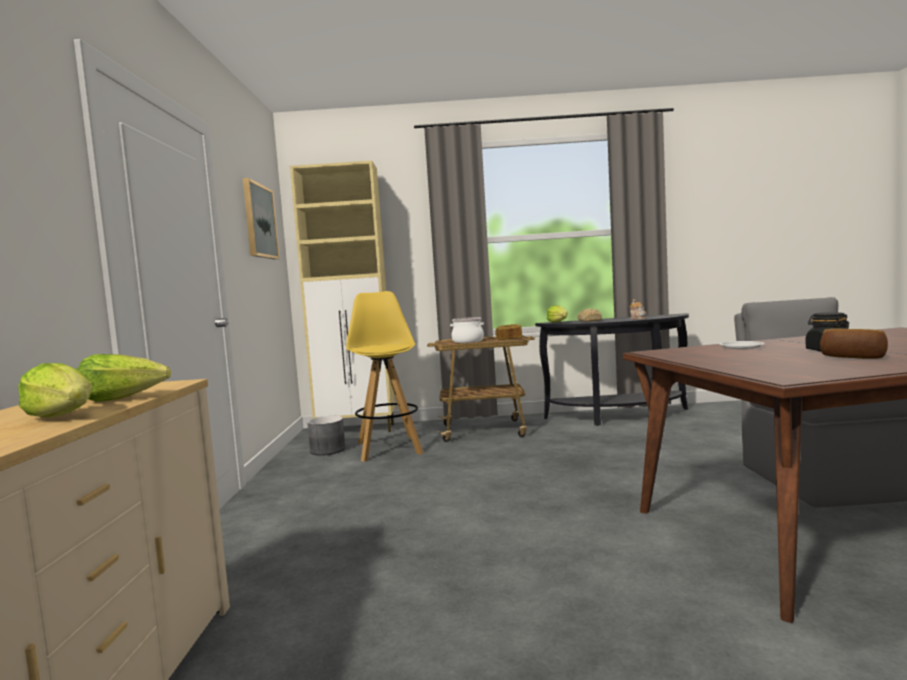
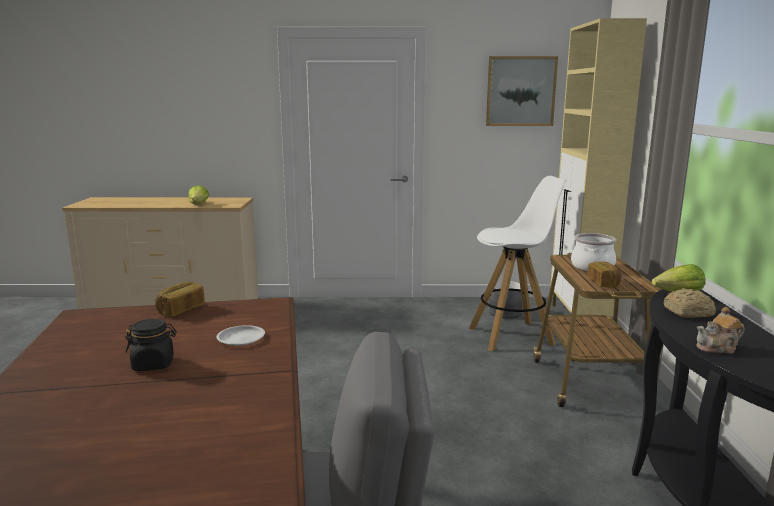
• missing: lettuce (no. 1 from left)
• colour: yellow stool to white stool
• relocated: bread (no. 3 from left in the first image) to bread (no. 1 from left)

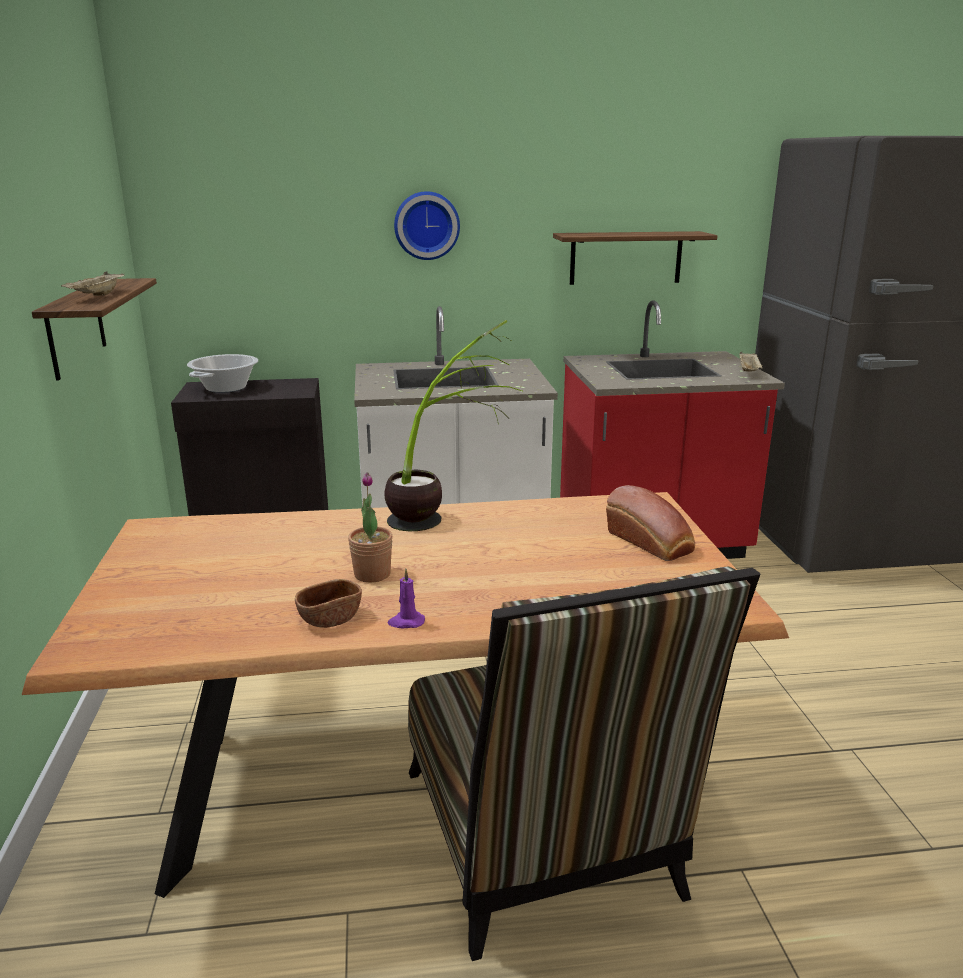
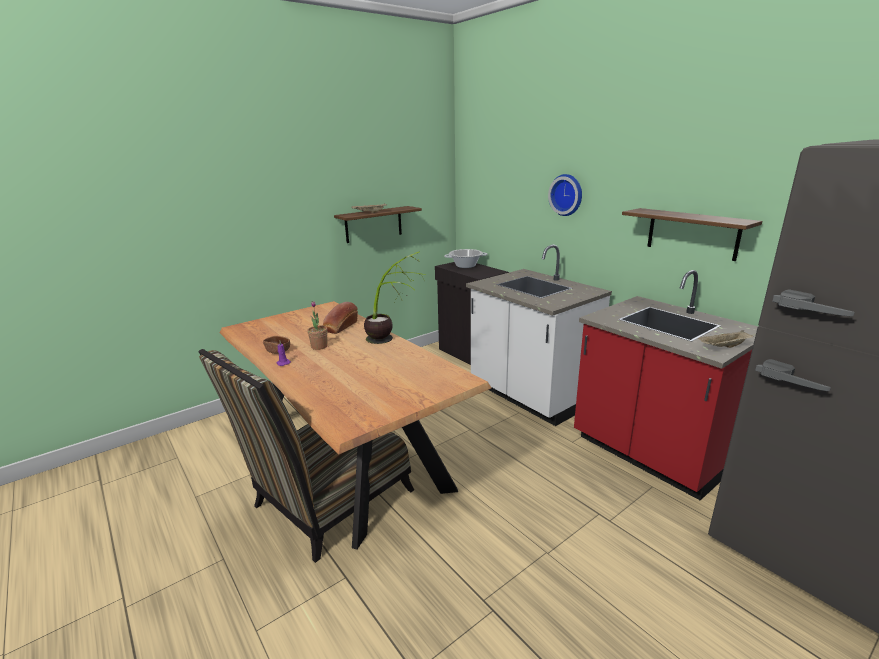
• relocated: bread

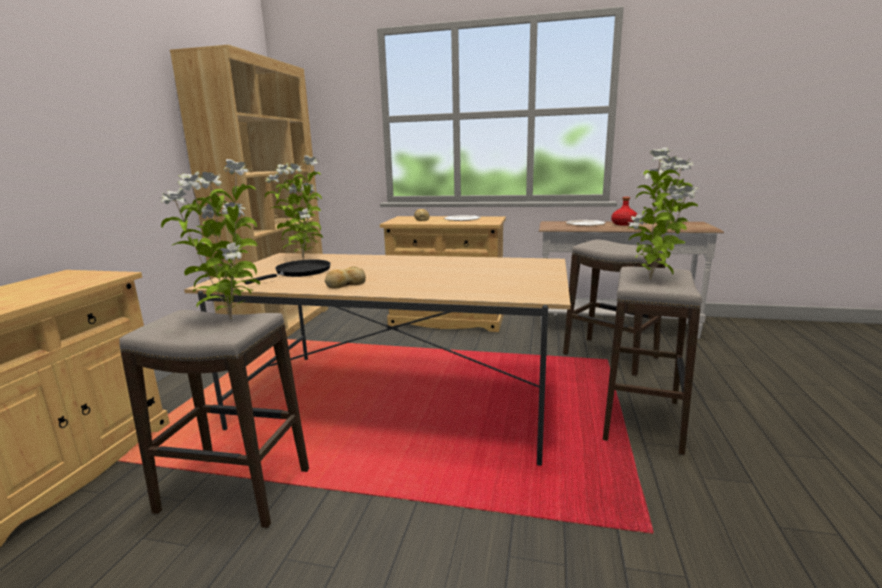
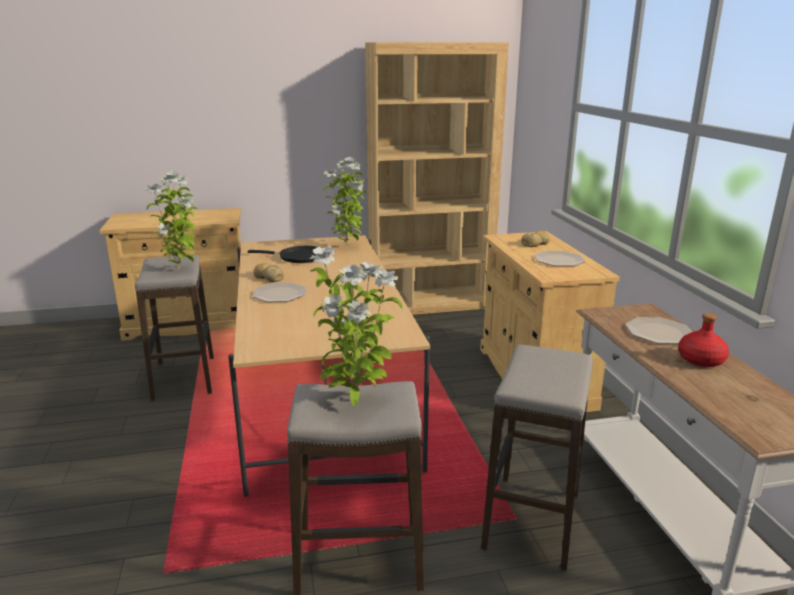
• appeared: plate (no. 1 from left)

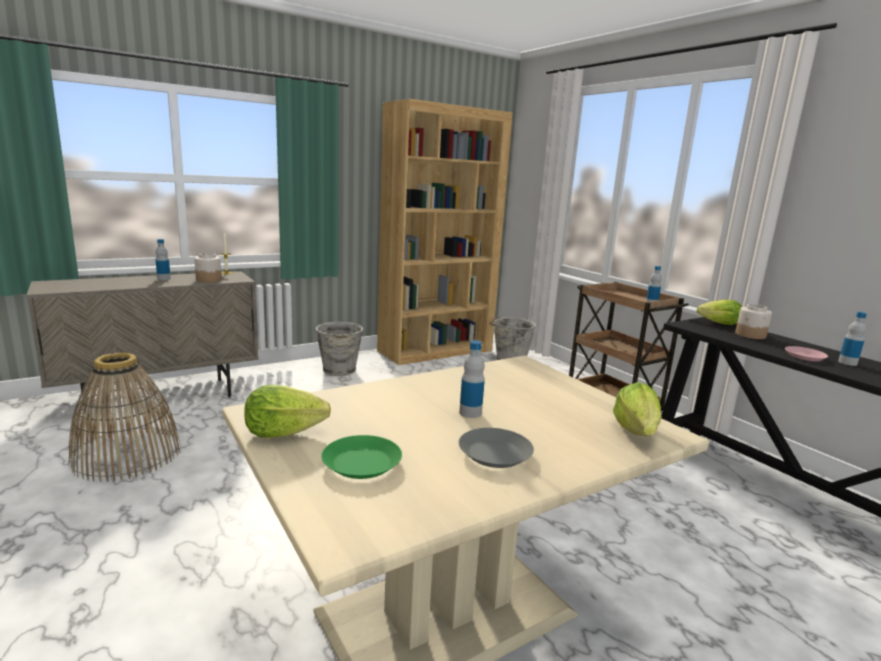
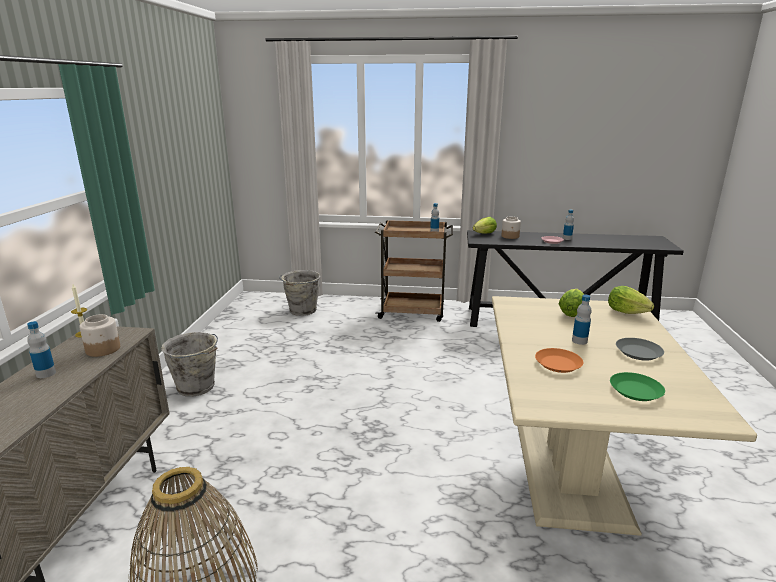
• relocated: lettuce (no. 1 from left in the first image) to lettuce (no. 2 from left)
• missing: brown bookcase
• appeared: orange plate

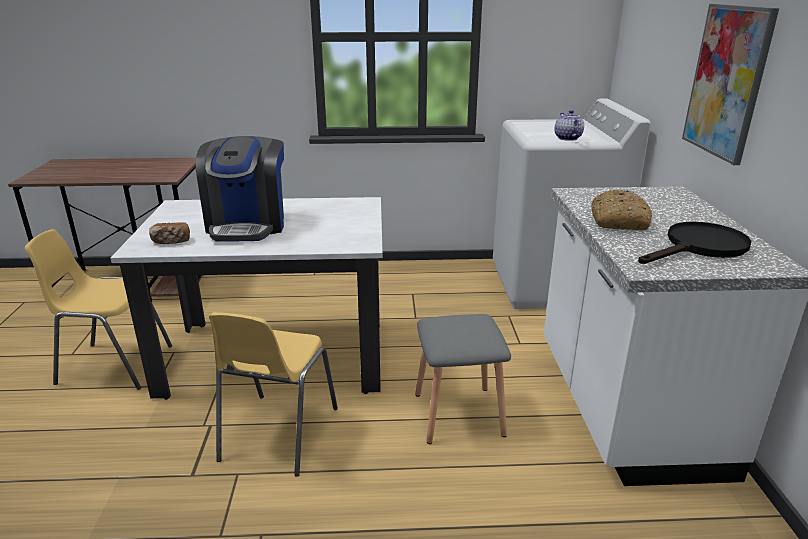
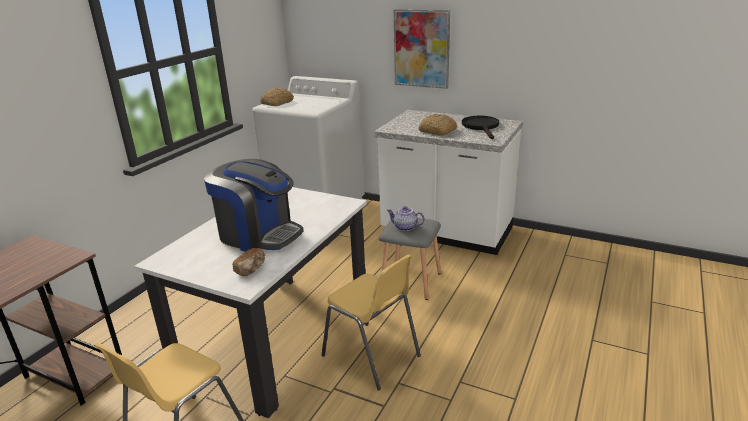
• relocated: teapot
• appeared: bread (no. 2 from left)

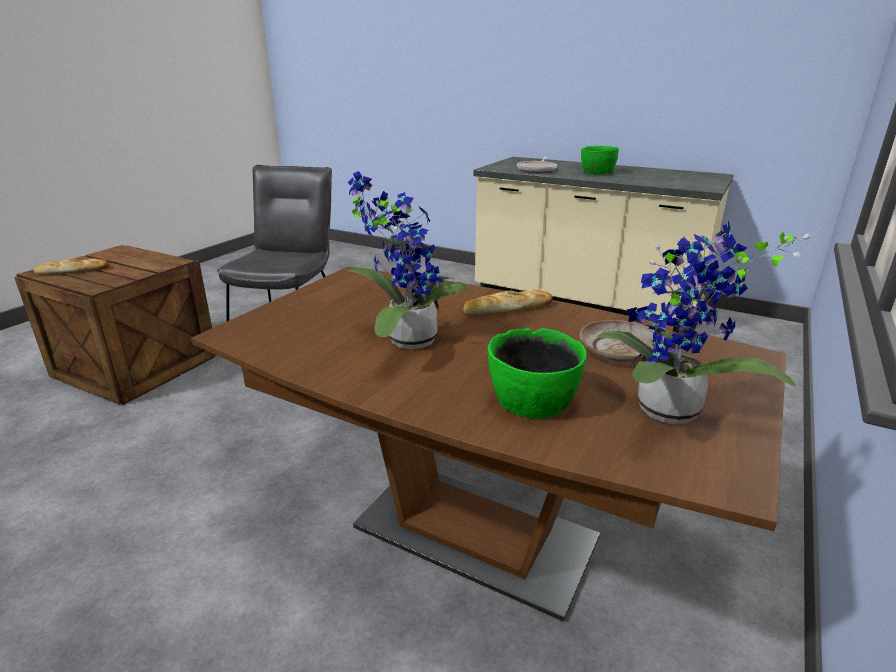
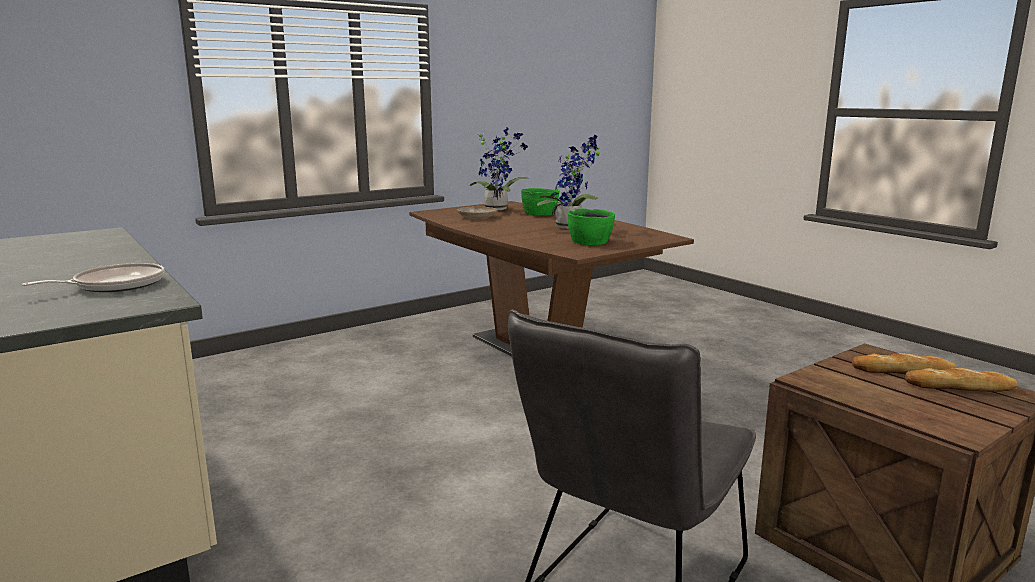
• relocated: bread (no. 2 from left in the first image) to bread (no. 1 from left)
• relocated: green bowl (no. 2 from left)

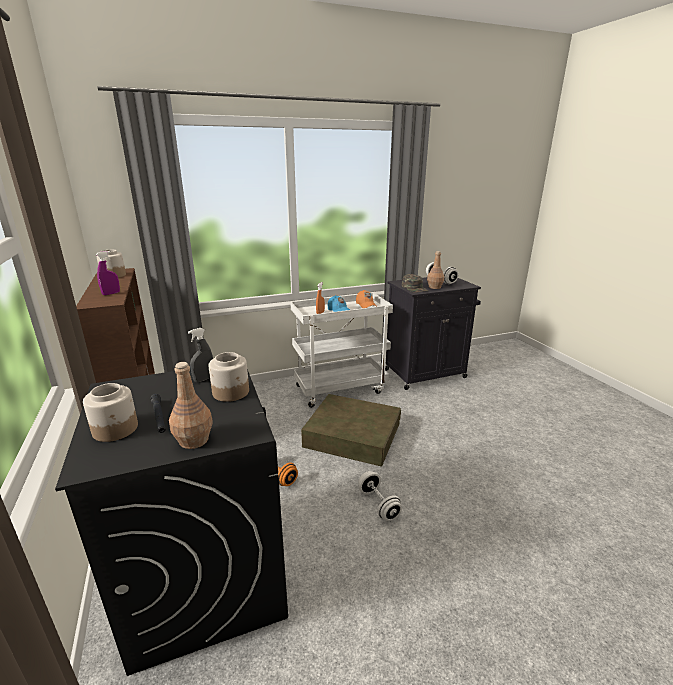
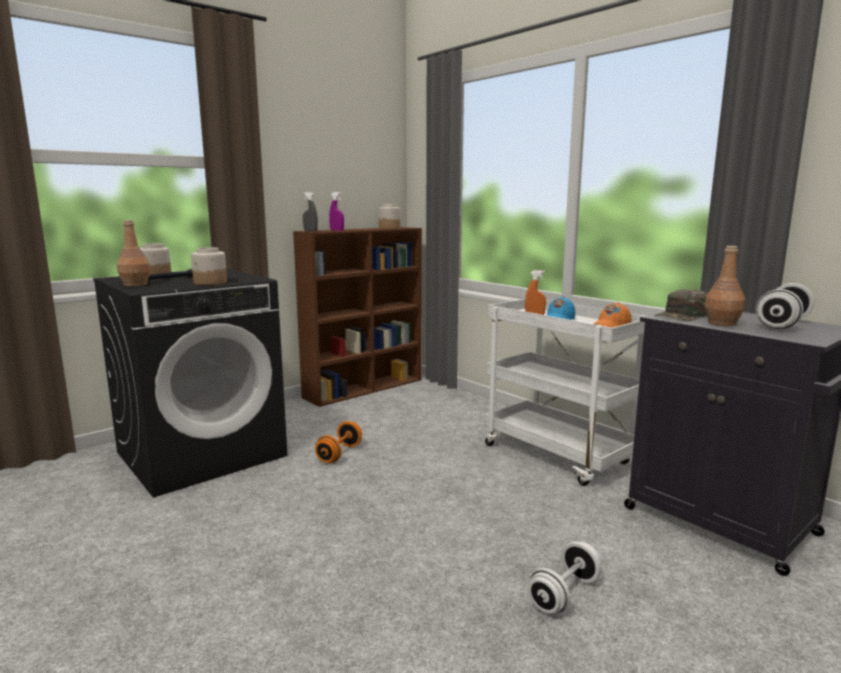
• relocated: grey spray bottle
• missing: brown storage box
• relocated: white dumbbell (no. 1 from left)

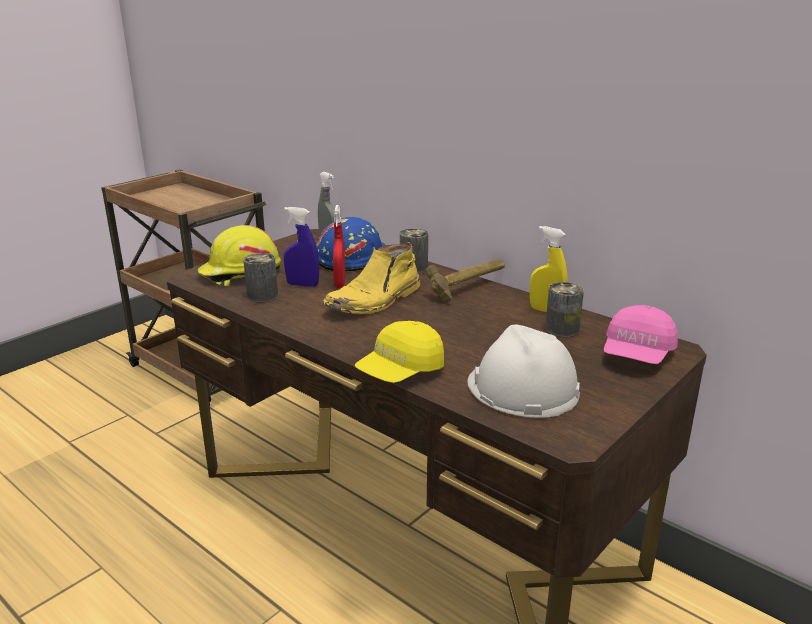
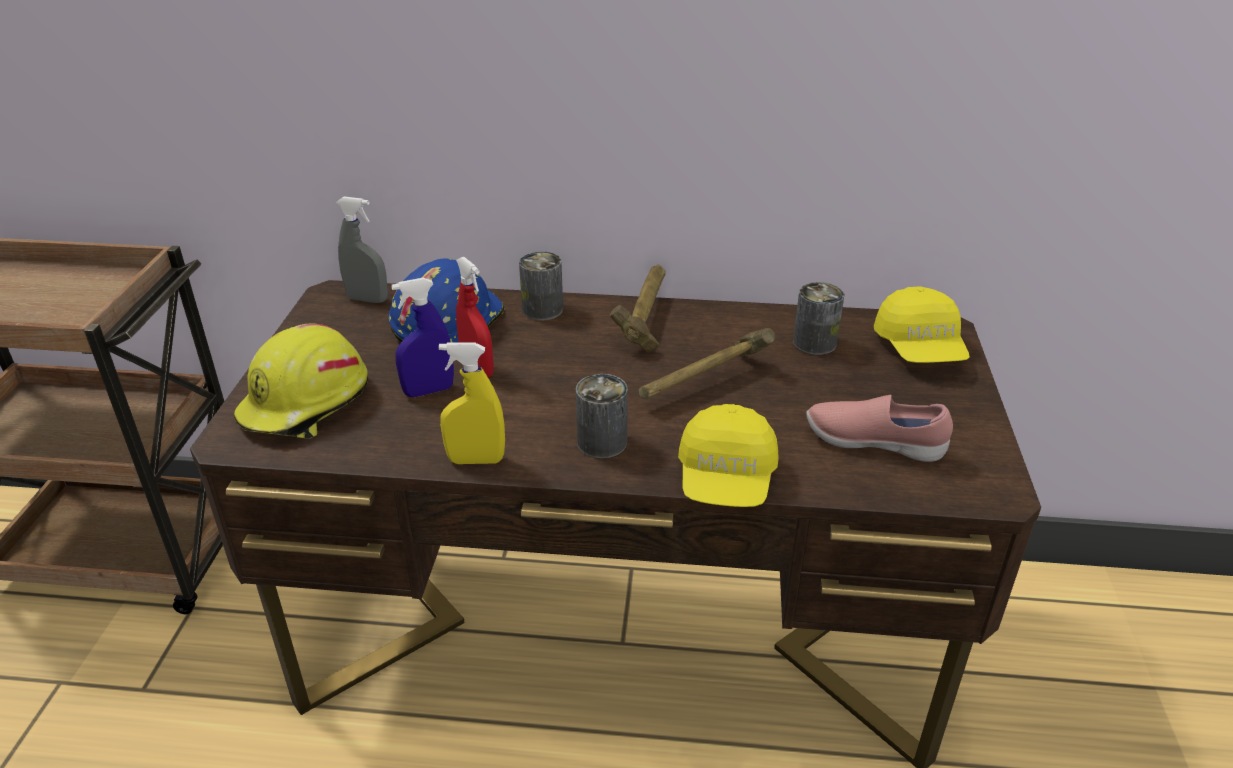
• relocated: can (no. 1 from left in the first image) to can (no. 2 from left)
• missing: yellow boot
• exchanged: white hard hat to pink shoe
• relocated: yellow spray bottle
• colour: pink cap to yellow cap (no. 2 from left)
• appeared: hammer (no. 2 from left)

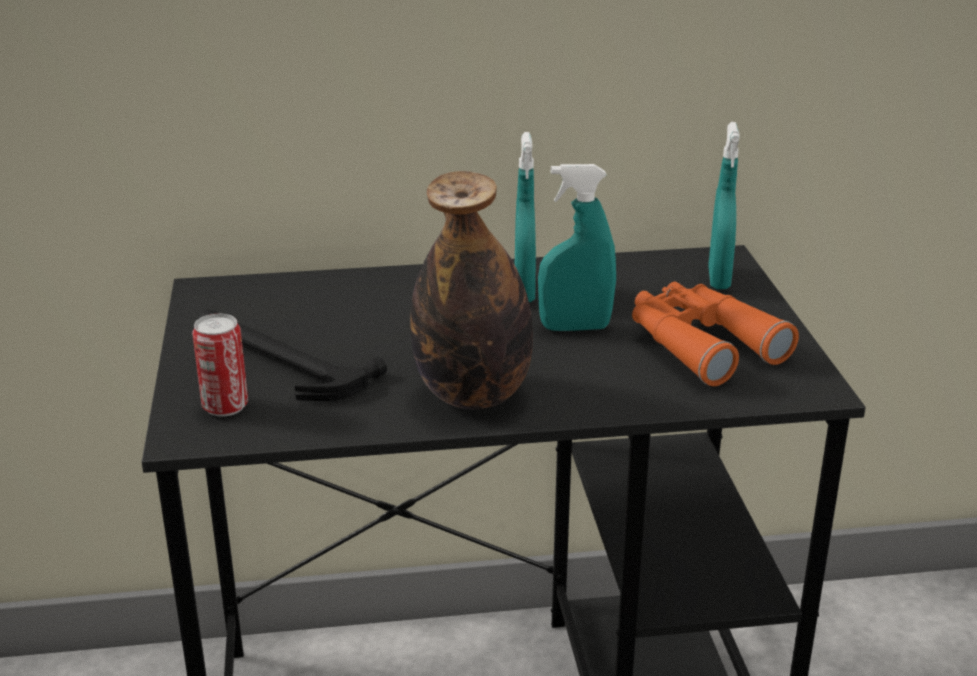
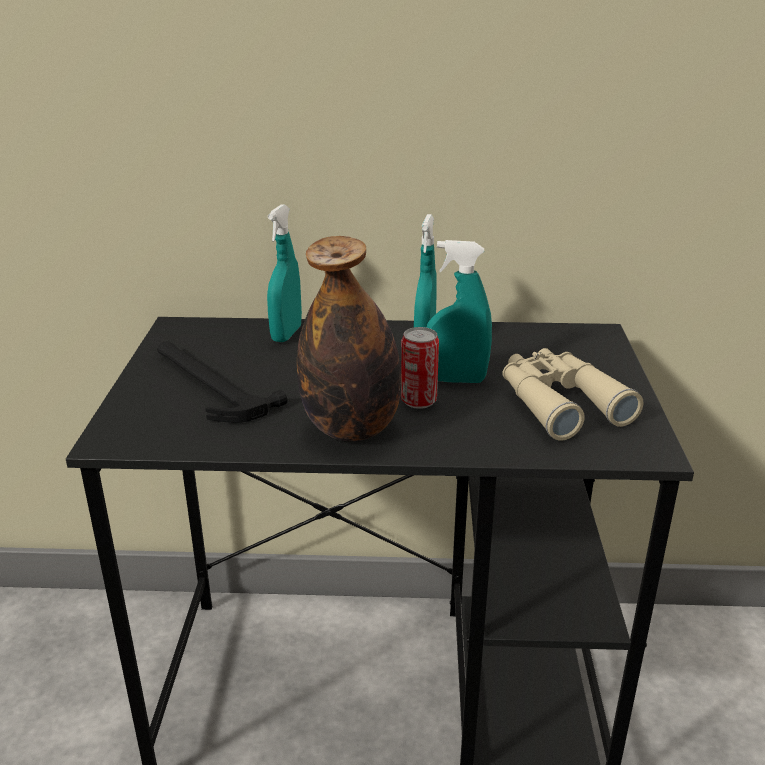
• relocated: can
• colour: orange binoculars to beige binoculars
• relocated: turquoise spray bottle (no. 3 from left in the first image) to turquoise spray bottle (no. 1 from left)

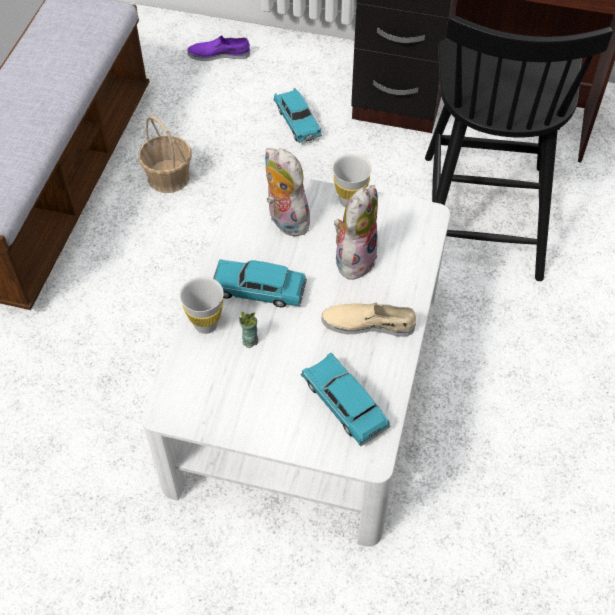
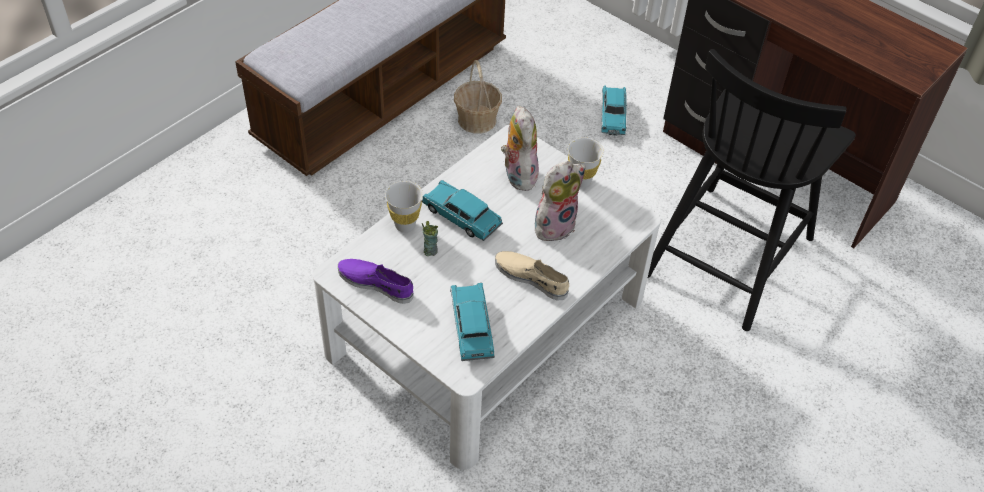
• relocated: purple shoe

